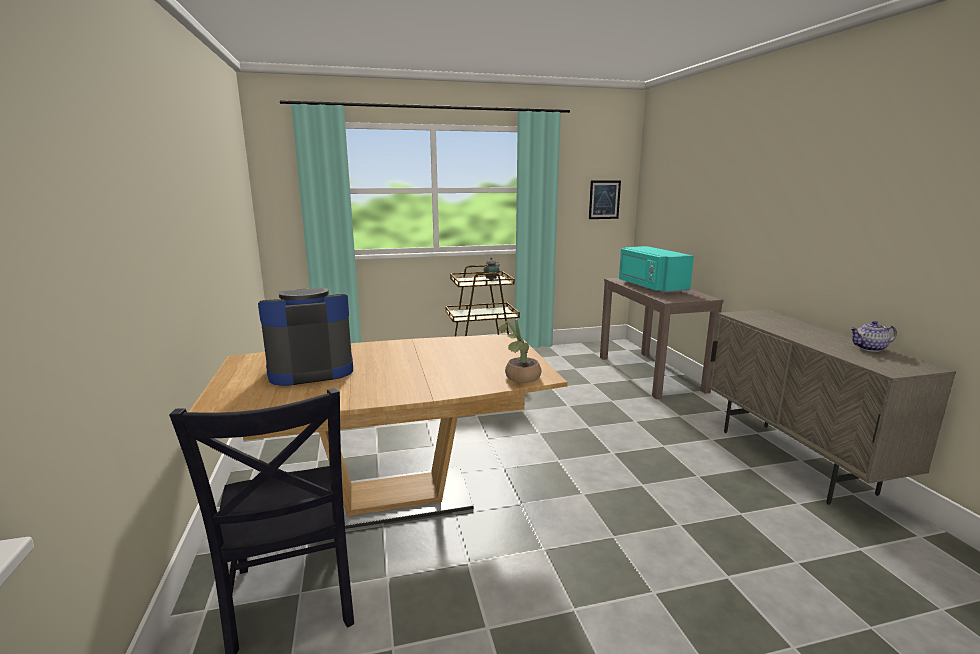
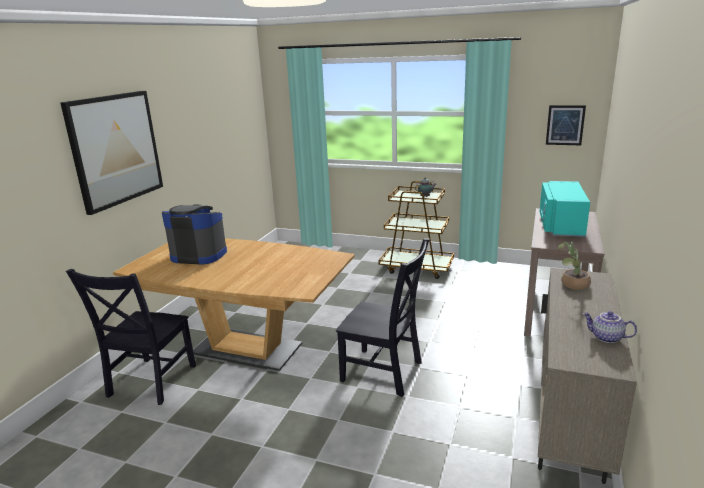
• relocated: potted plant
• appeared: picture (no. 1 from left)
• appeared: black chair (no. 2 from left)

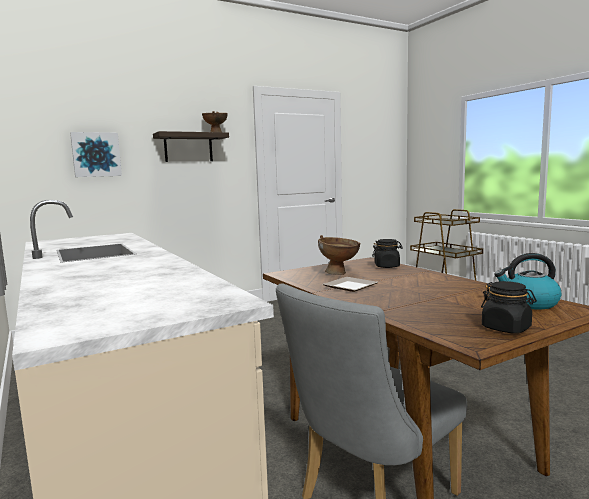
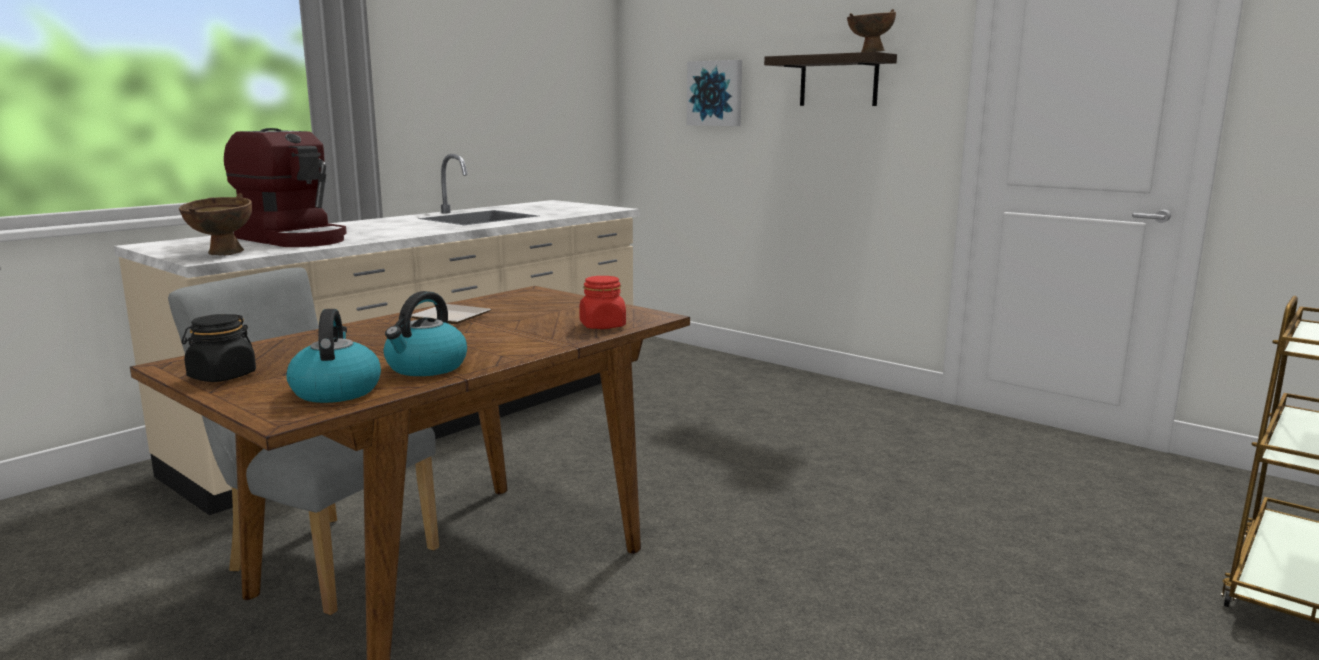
• relocated: brown bowl (no. 2 from left in the first image) to brown bowl (no. 1 from left)
• colour: black jar (no. 1 from left) to red jar
• appeared: coffee machine
• appeared: kettle (no. 2 from left)

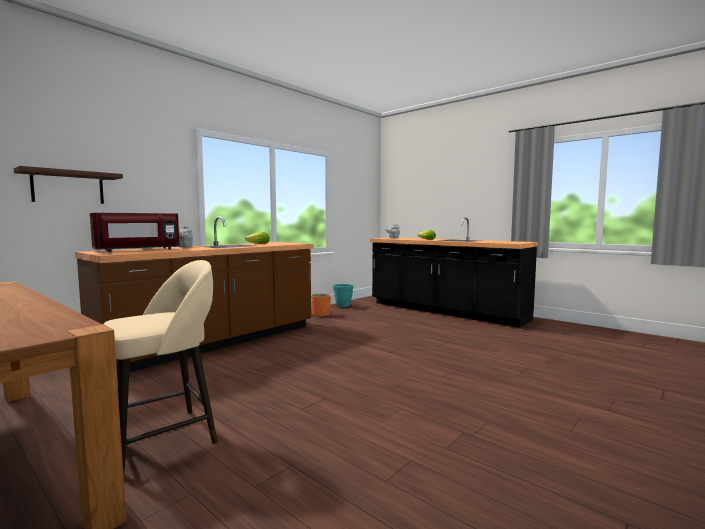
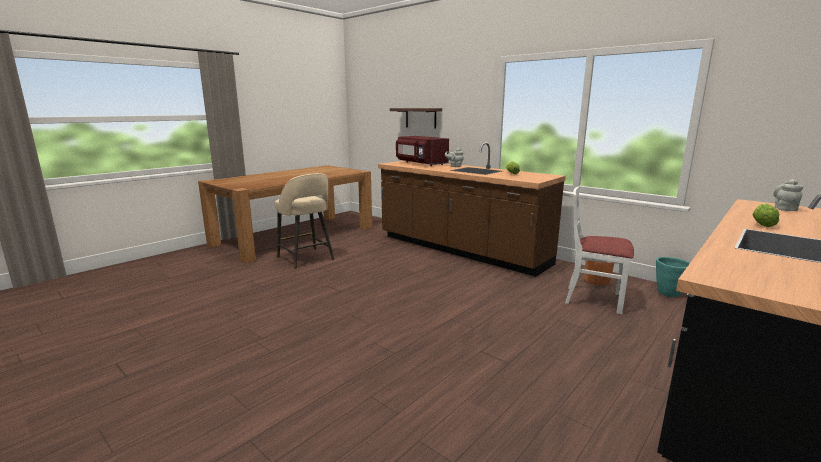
• appeared: white chair

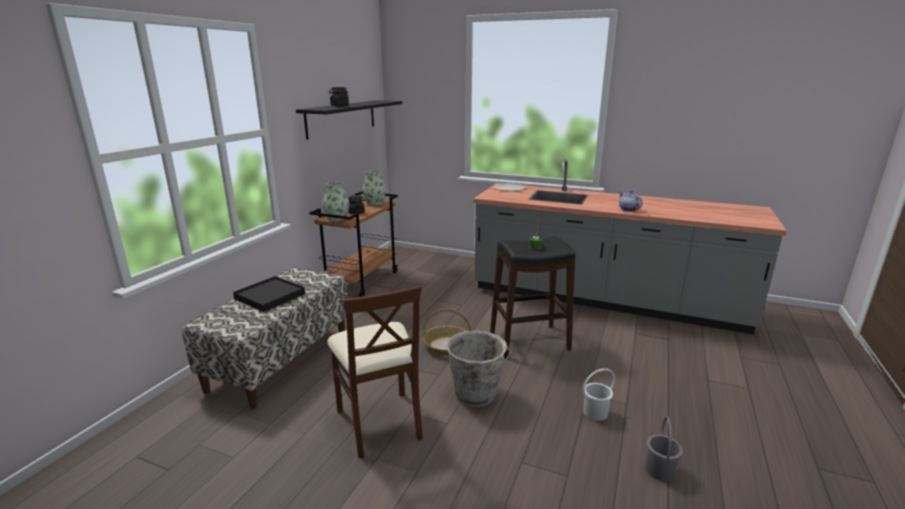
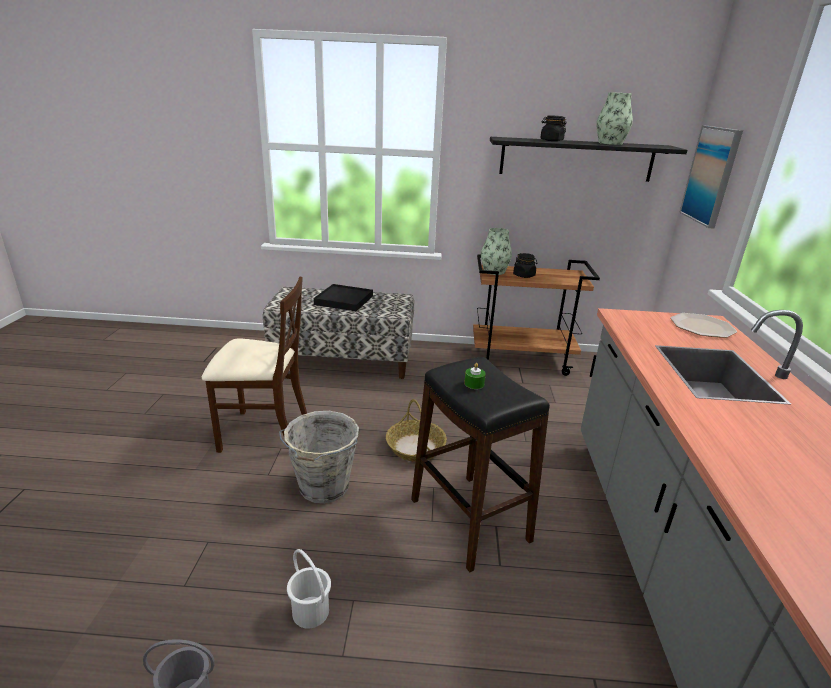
• spun: beige chair 135 degrees counterclockwise
• relocated: vase (no. 2 from left)
• missing: teapot
• appeared: picture

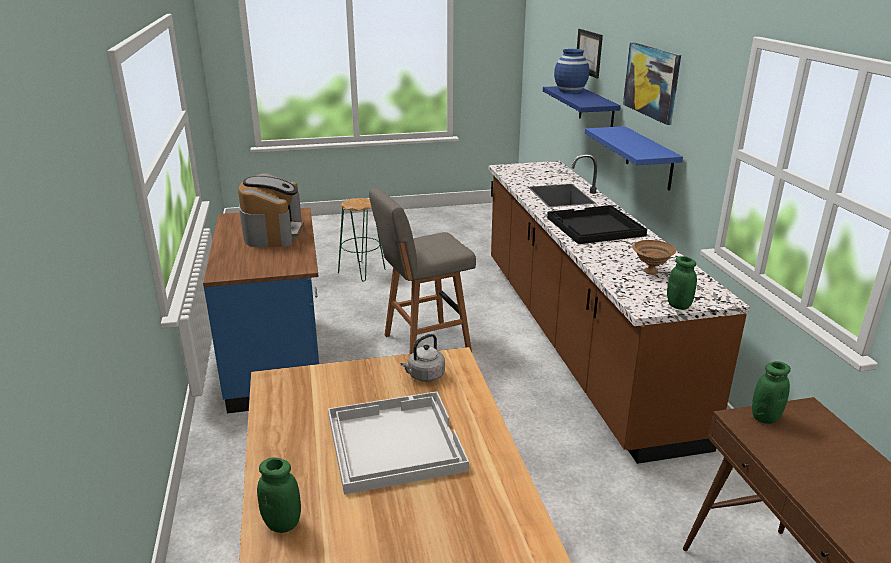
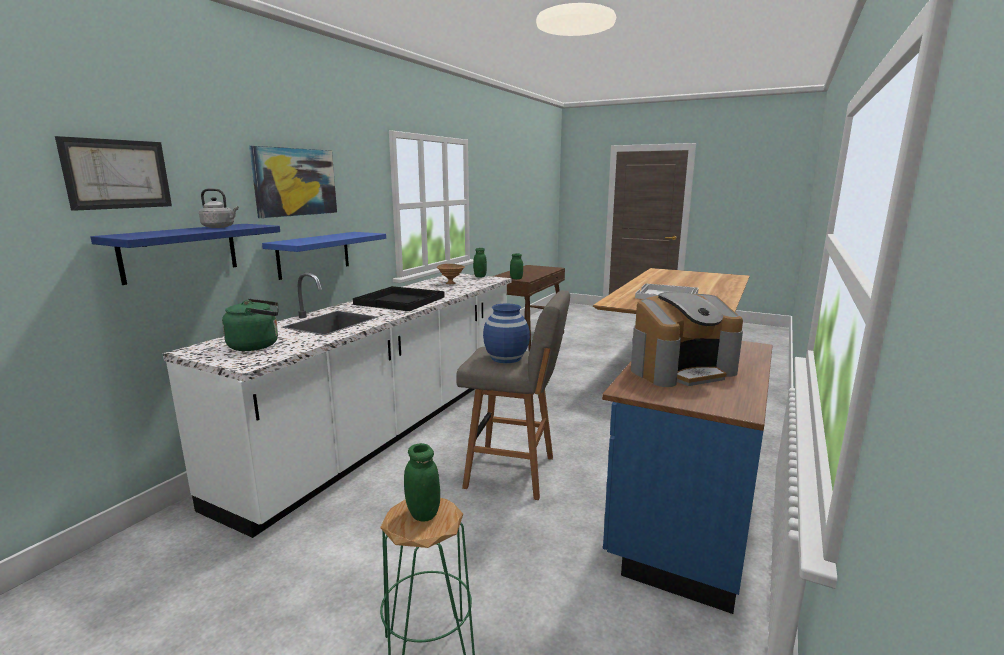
• spun: coffee machine 150 degrees counterclockwise
• relocated: green jar (no. 1 from left)
• relocated: grey kettle
• colour: brown counter to white counter
• relocated: blue vase
• appeared: green kettle

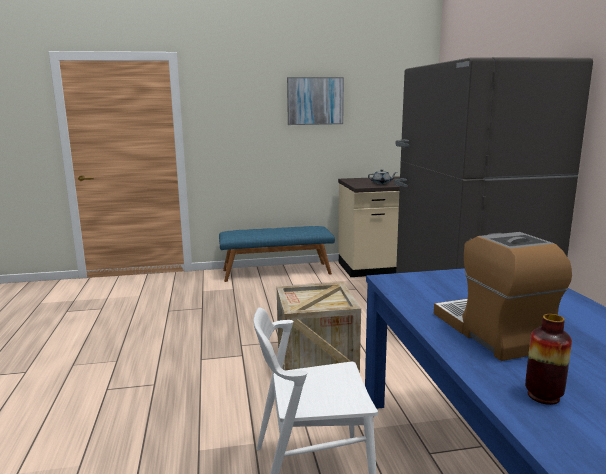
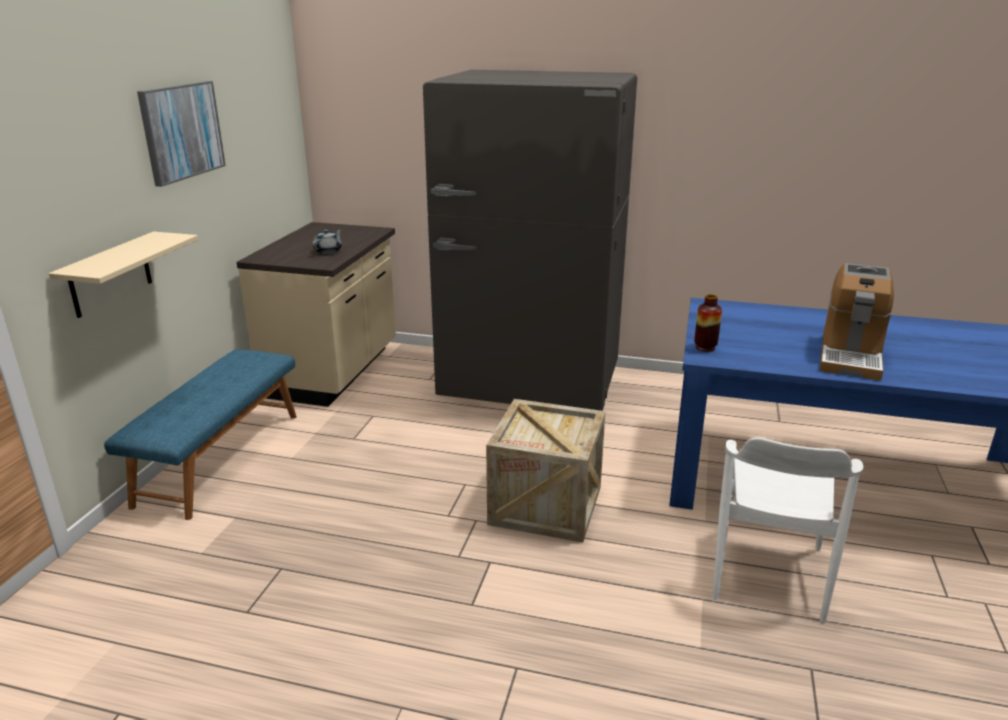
• spun: coffee machine 75 degrees counterclockwise
• relocated: vase
• appeared: beige shelf

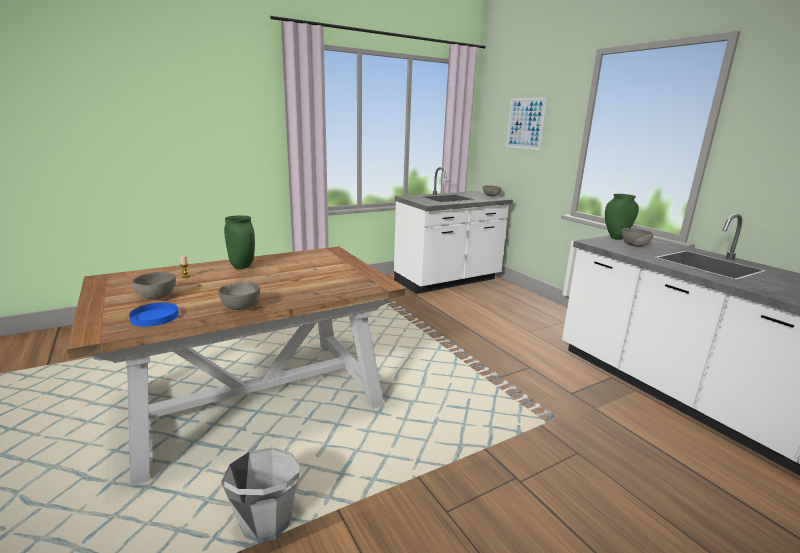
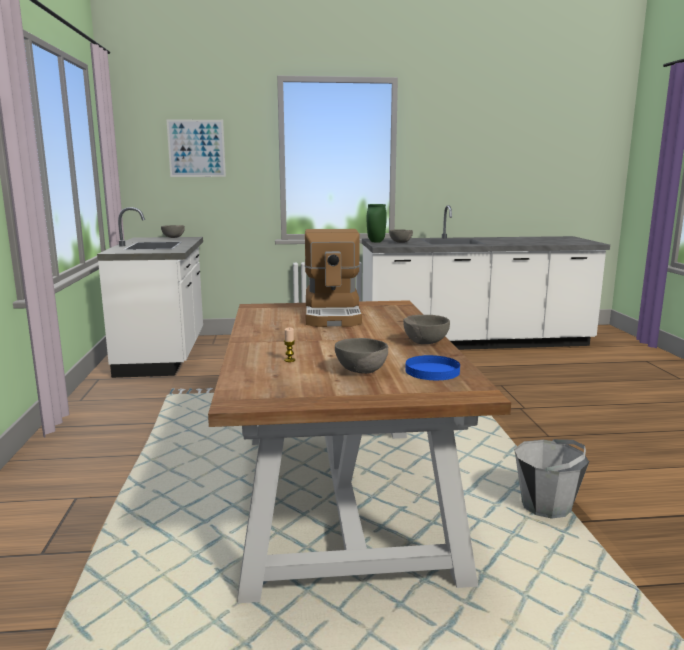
• missing: green vase (no. 1 from left)
• appeared: coffee machine

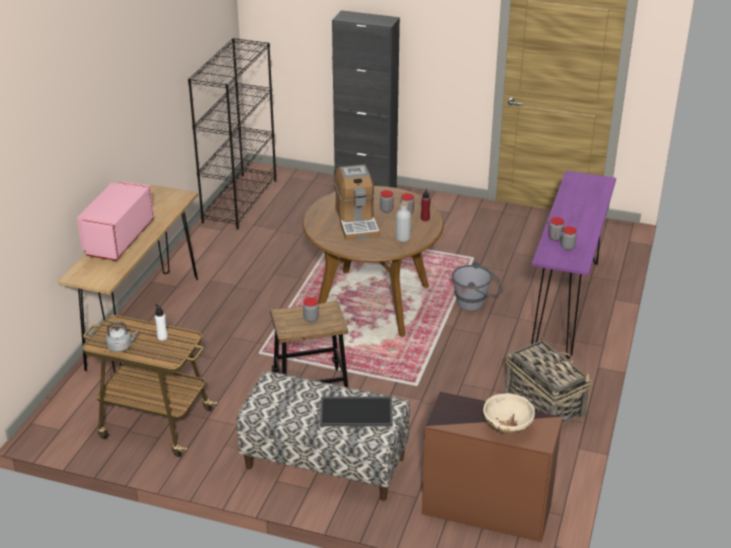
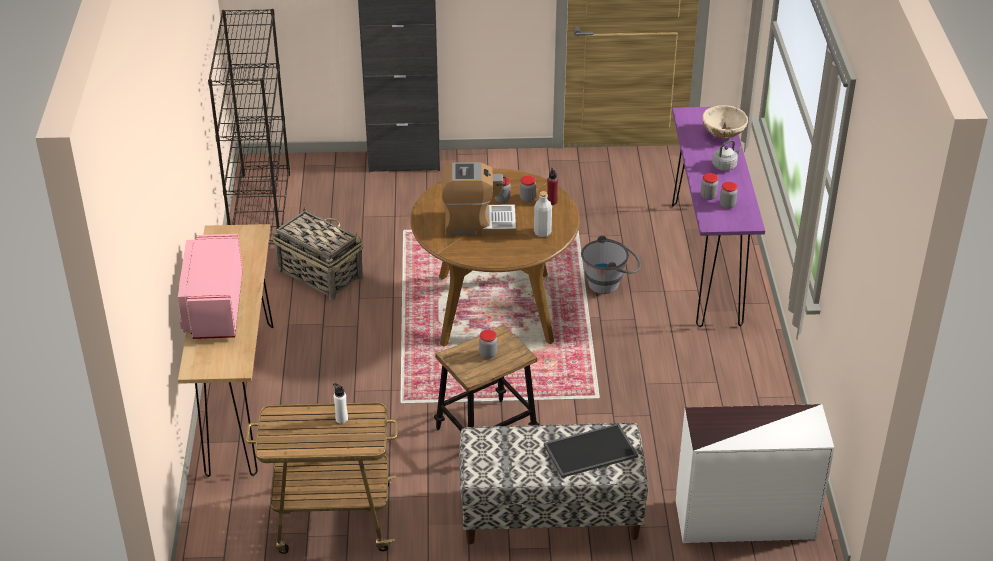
• relocated: grey kettle
• spun: coffee machine 60 degrees counterclockwise
• colour: brown dresser to white dresser
• relocated: beige bowl
• relocated: basket

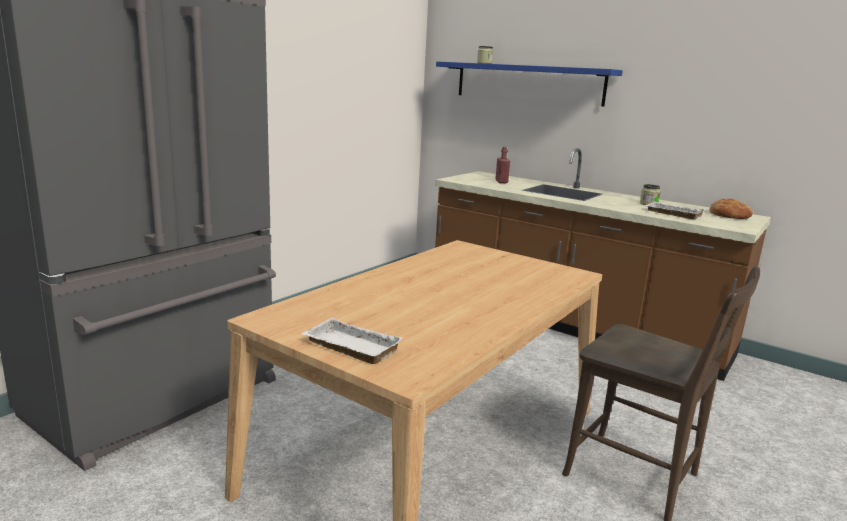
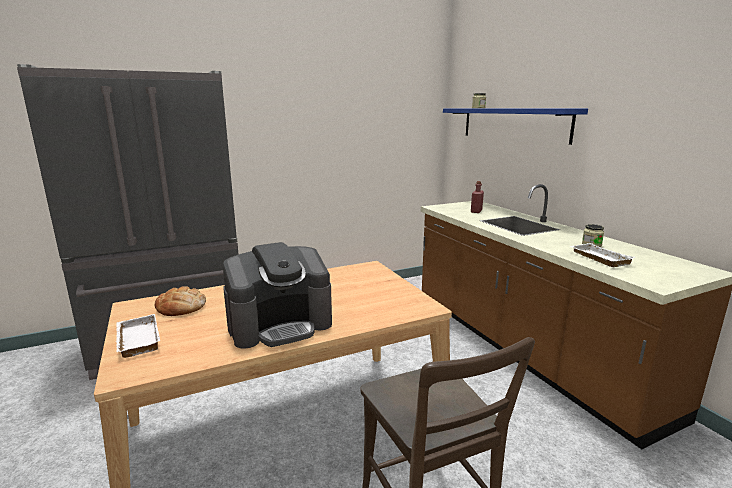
• relocated: bread
• appeared: coffee machine

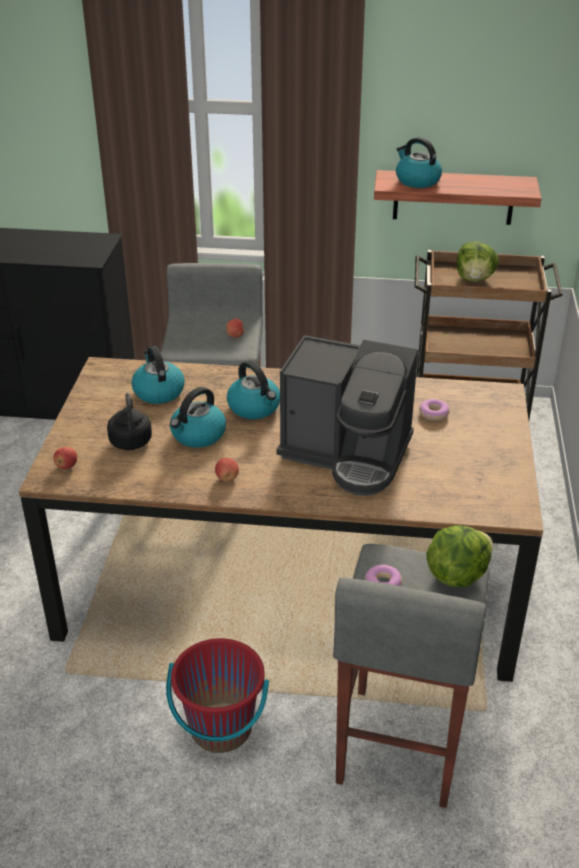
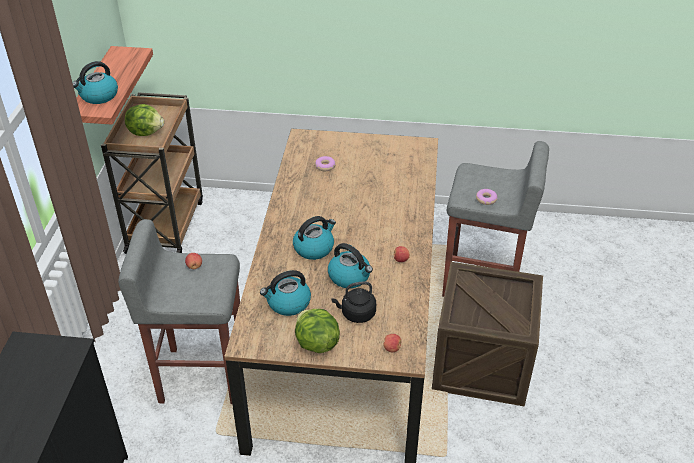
• exchanged: red bucket to crate
• missing: coffee machine
• relocated: lettuce (no. 1 from left in the first image) to lettuce (no. 2 from left)

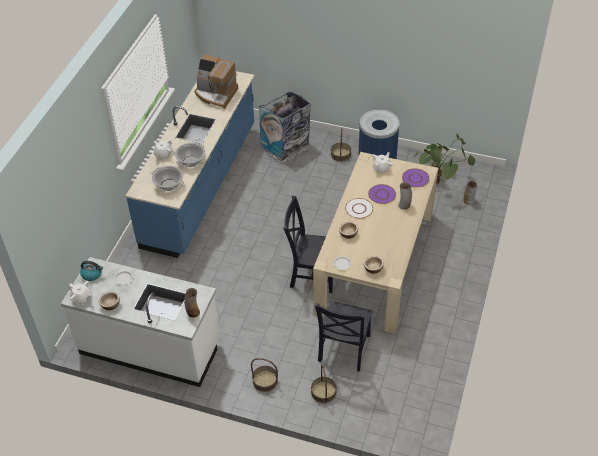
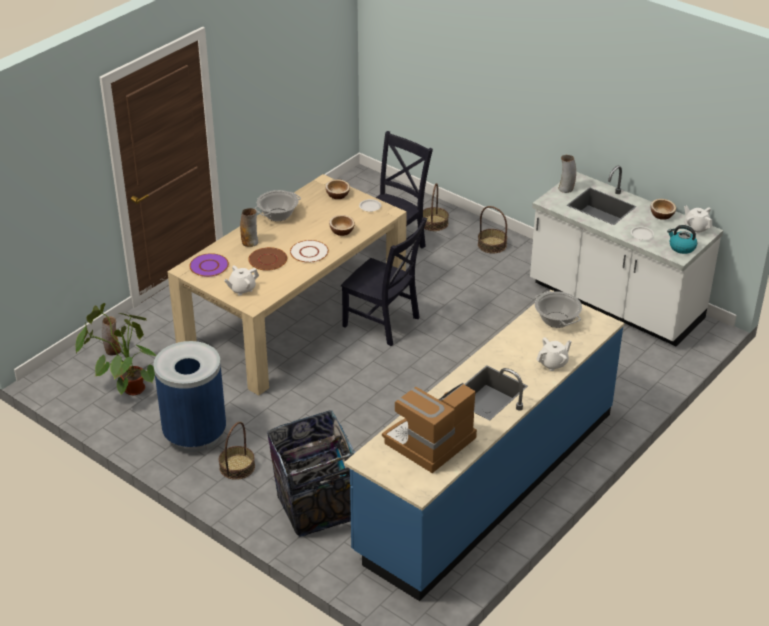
• relocated: cooking pot (no. 2 from left in the first image) to cooking pot (no. 1 from left)
• spun: coffee machine 90 degrees counterclockwise
• colour: purple plate (no. 1 from left) to brown plate

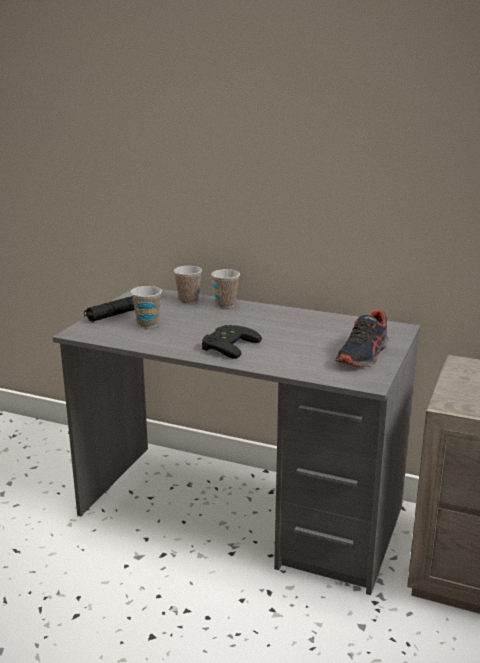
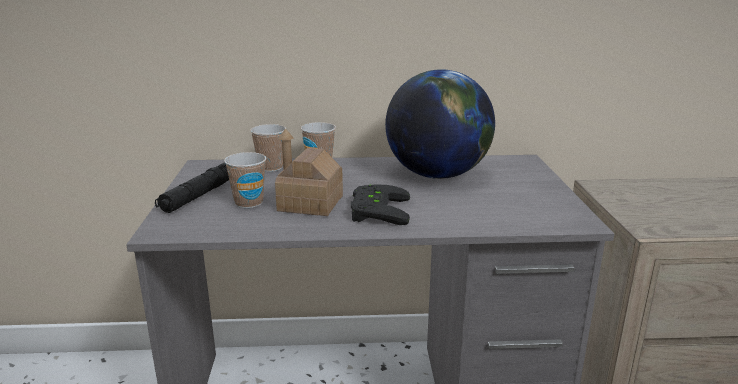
• missing: shoe
• appeared: toy house
• appeared: globe

